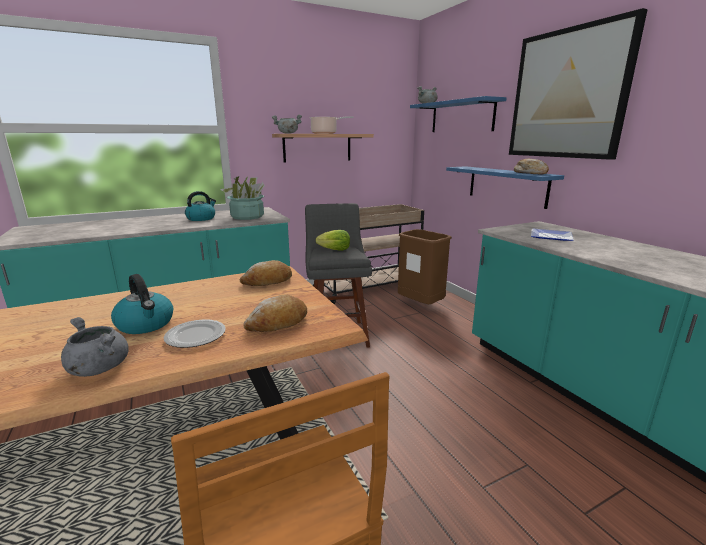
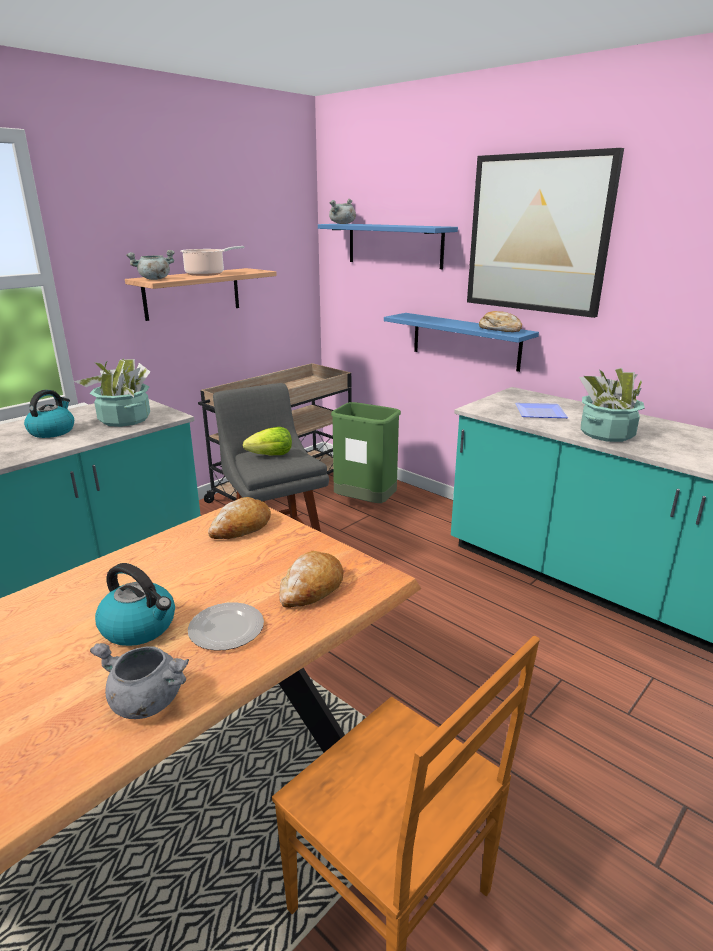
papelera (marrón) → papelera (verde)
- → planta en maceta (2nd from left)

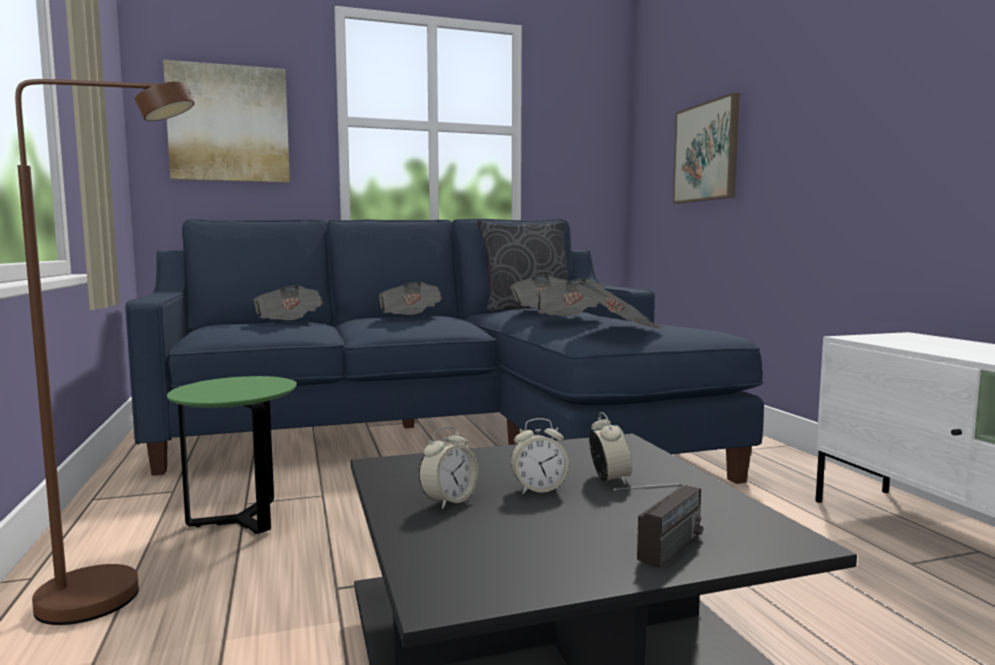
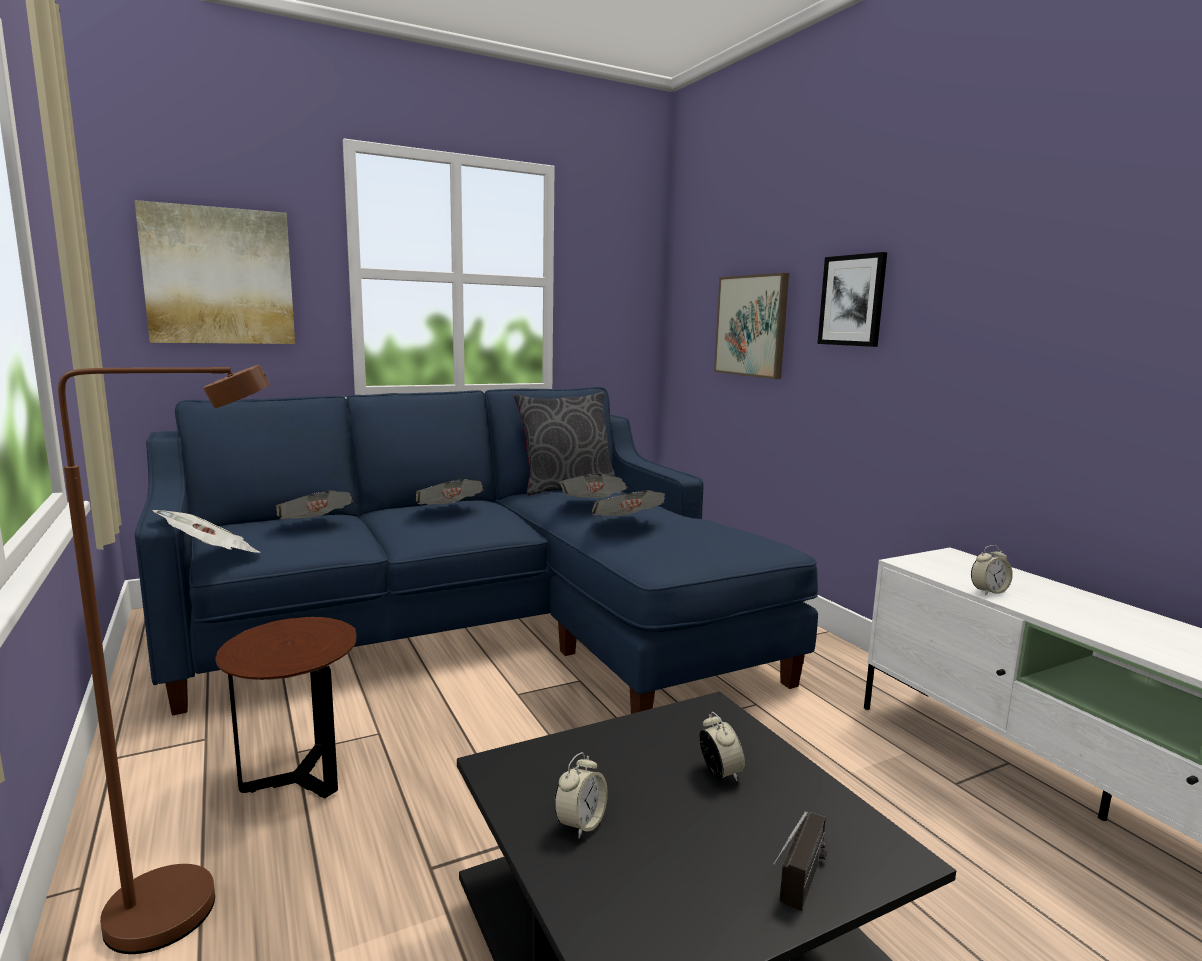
periódico (5th from left in the first image) → periódico (1st from left), move
mesa auxiliar (verde) → mesa auxiliar (marrón)
despertador (2nd from left in the first image) → despertador (3rd from left), move
- → cuadro (3rd from left)

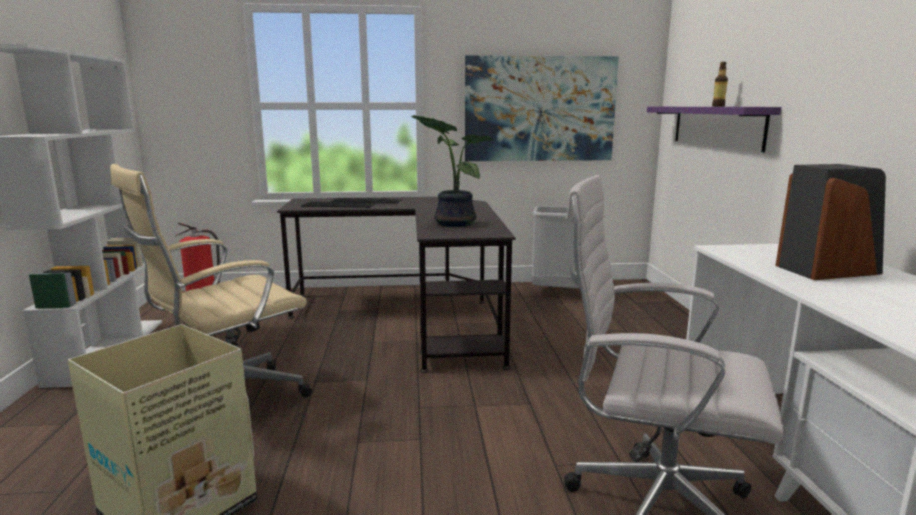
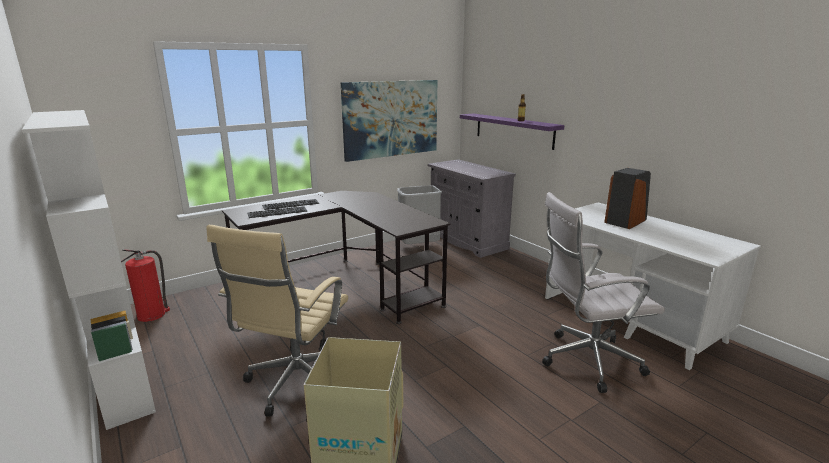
planta en maceta → -
- → armario (gris)

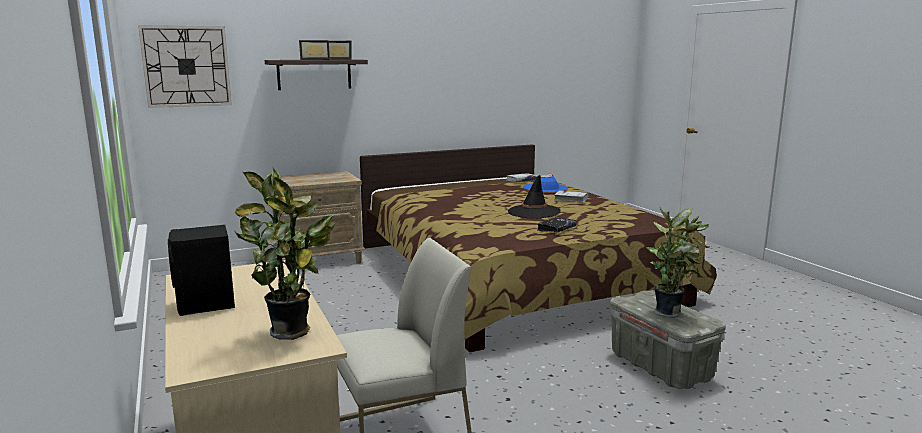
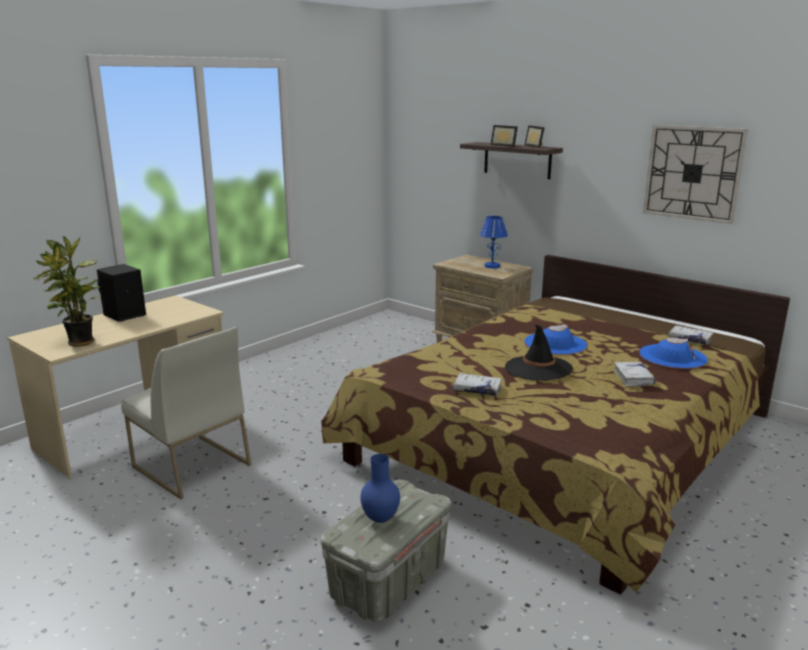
reloj de pared, move
planta en maceta (2nd from left) → florero (azul)
libro (negro) → libro (blanco) (1st from left)
- → lámpara de mesa (azul)
- → sombrero (azul) (1st from left)

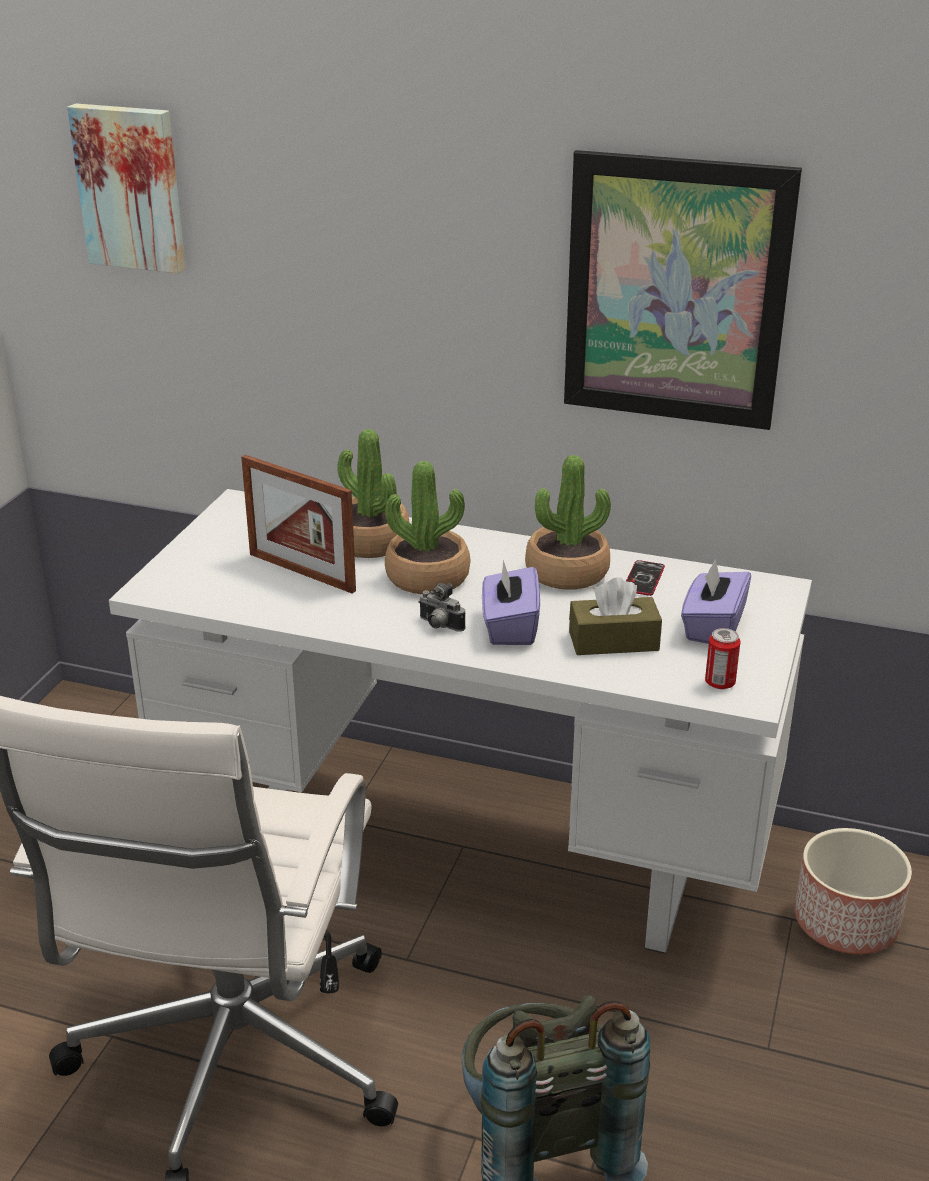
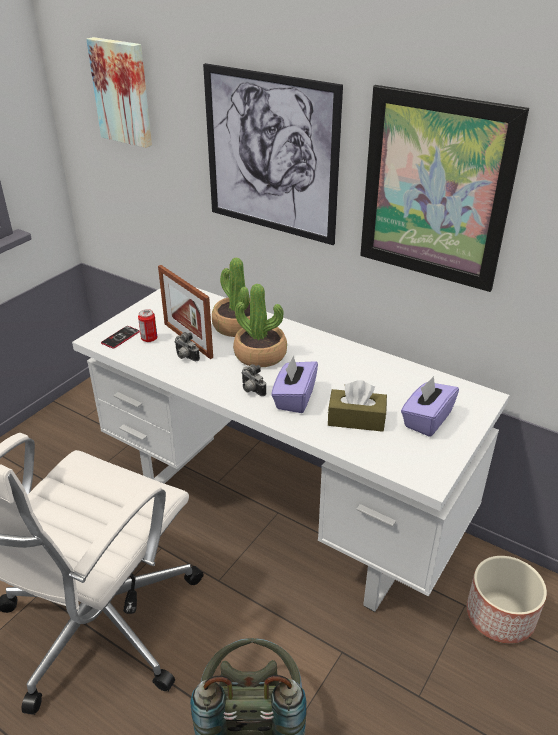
planta en maceta (3rd from left) → -
móvil, move
lata, move
- → cuadro (2nd from left)
- → cámara (1st from left)

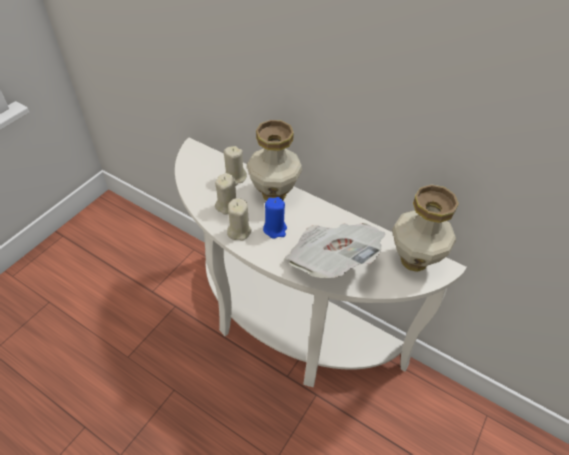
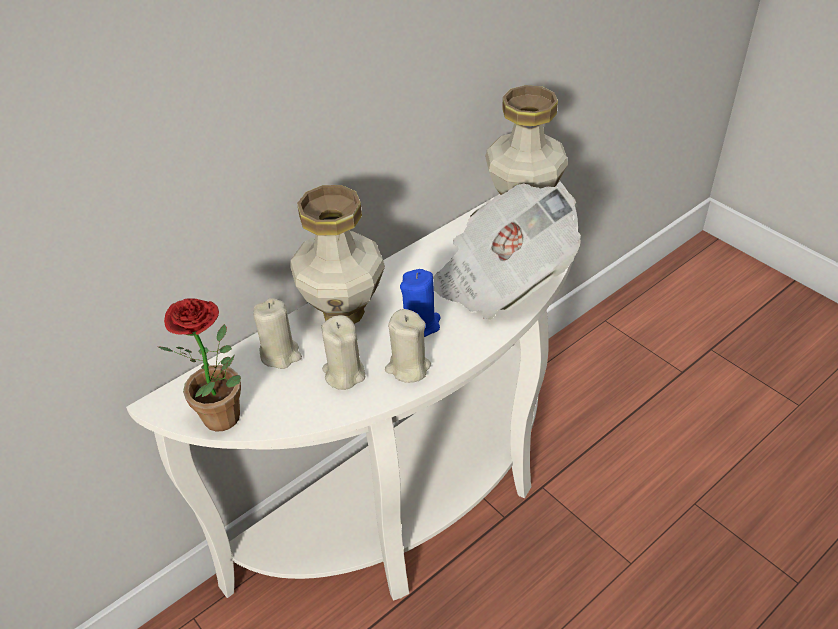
- → planta en maceta

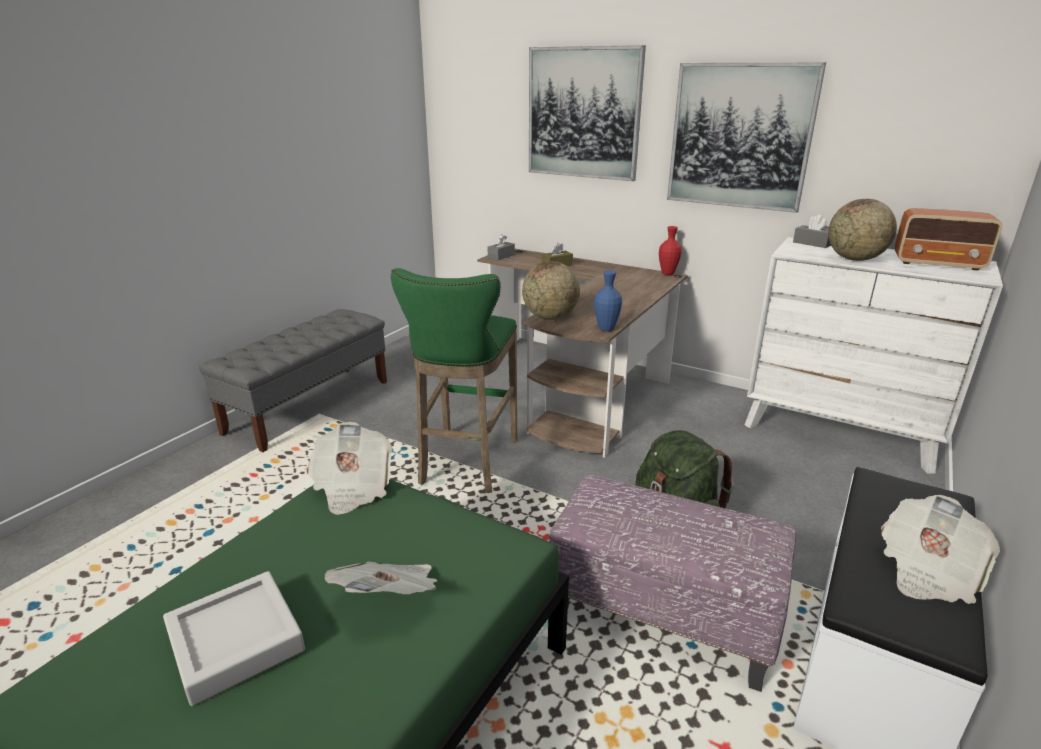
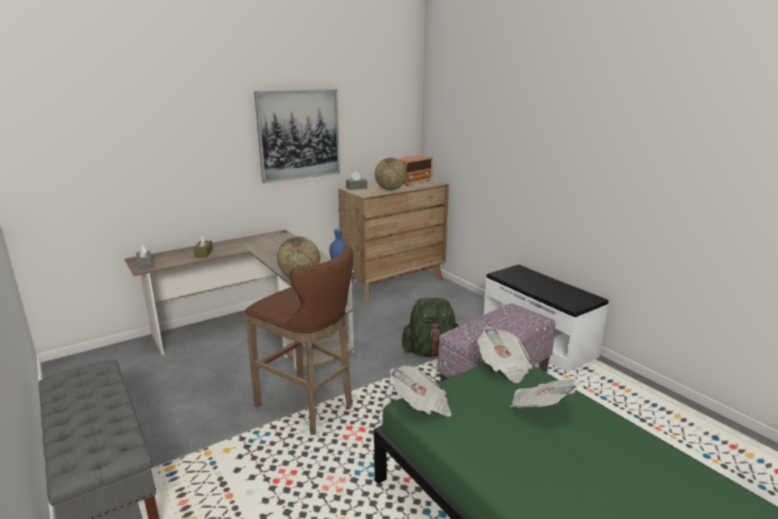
cuadro (1st from left) → -
florero (rojo) → -
cómoda (blanco) → cómoda (marrón)
taburete (verde) → taburete (marrón)
periódico (3rd from left in the first image) → periódico (2nd from left), move
bandeja (gris) → -

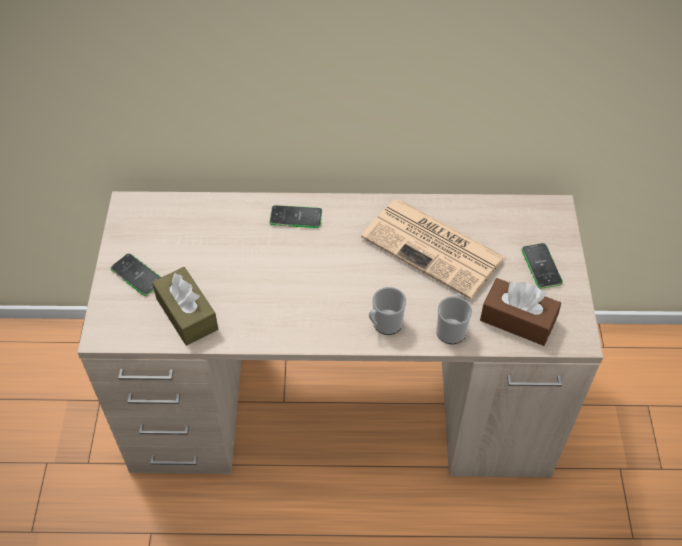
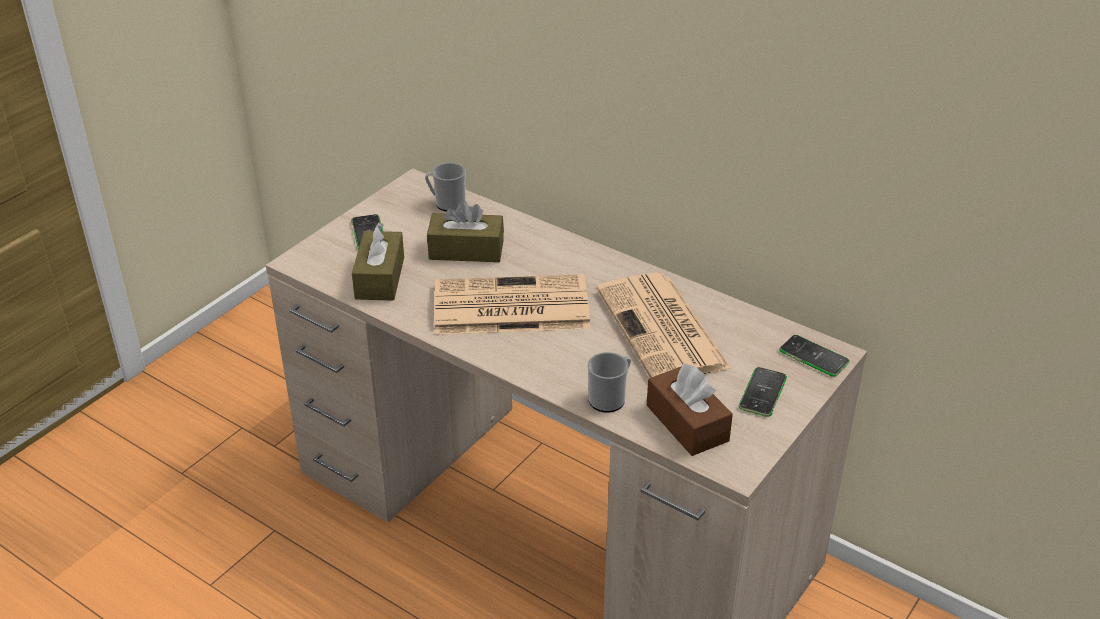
móvil (2nd from left in the first image) → móvil (3rd from left), move
taza grande (1st from left), move
- → caja de pañuelos (marrón) (2nd from left)
- → periódico (1st from left)

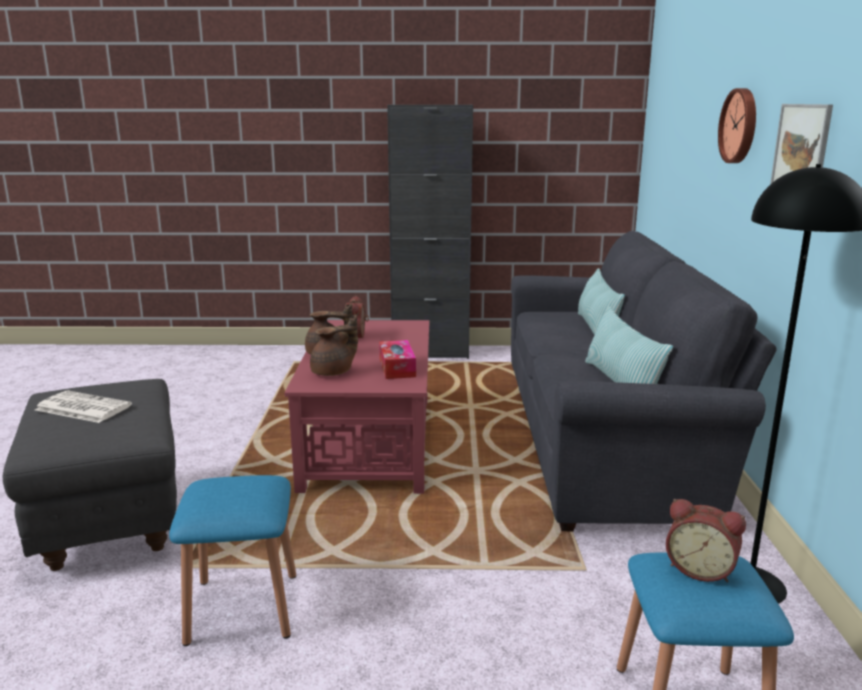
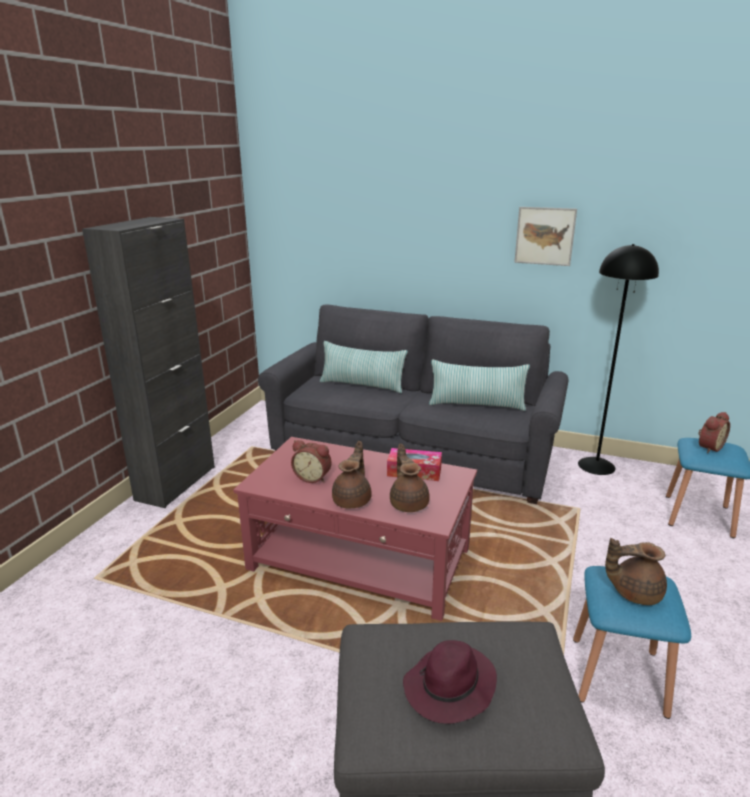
reloj de pared → -
periódico → sombrero (morado)
- → tetera (marrón) (3rd from left)

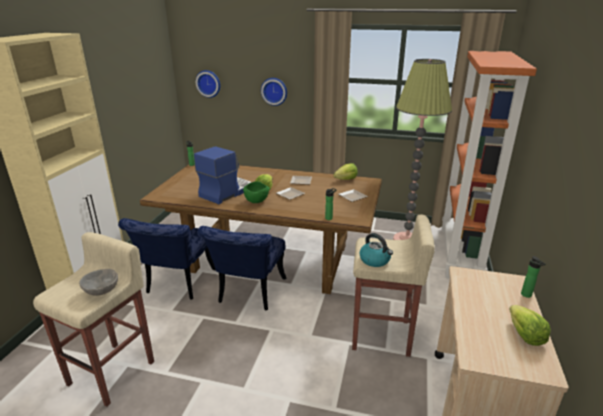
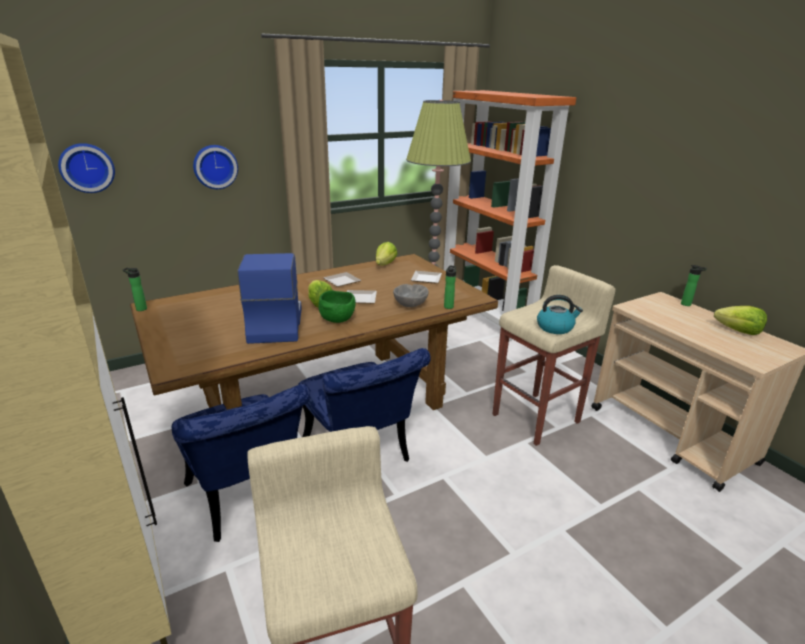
cuenco (gris), move

